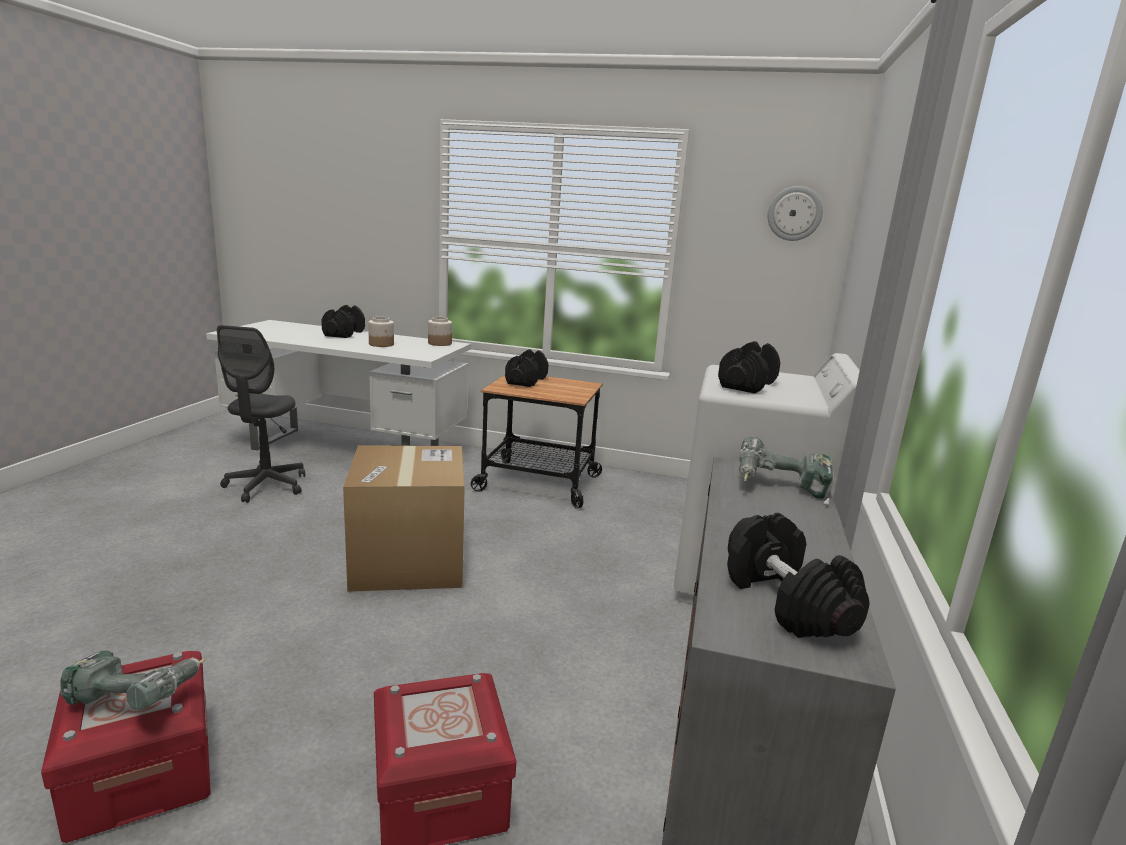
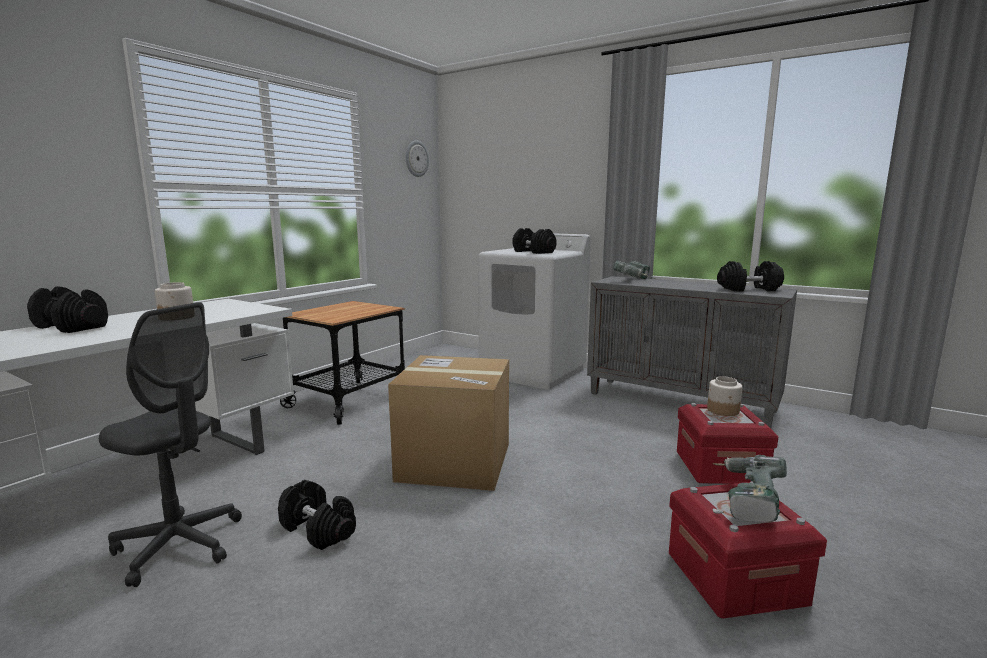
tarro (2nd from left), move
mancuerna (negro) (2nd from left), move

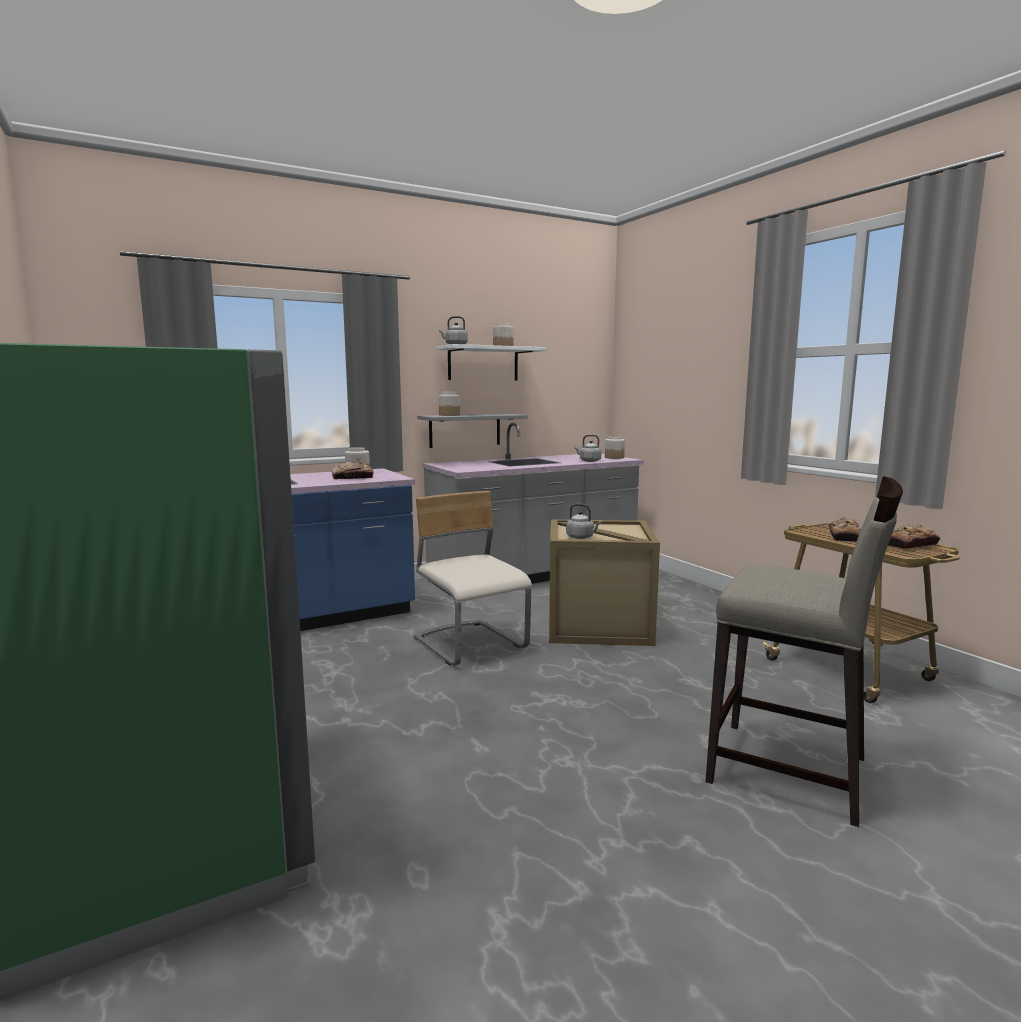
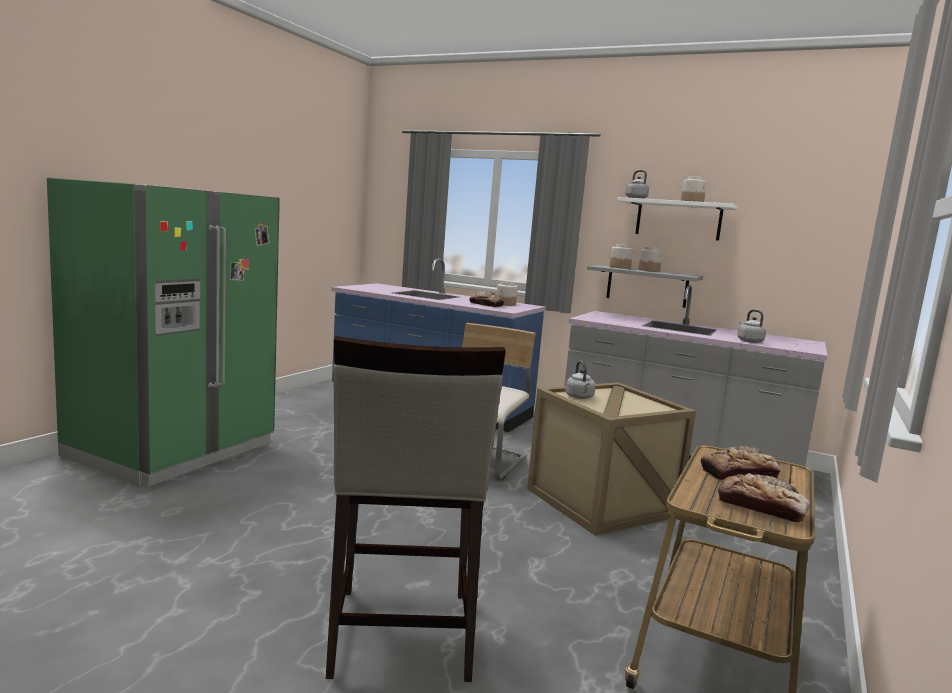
tarro (4th from left in the first image) → tarro (3rd from left), move

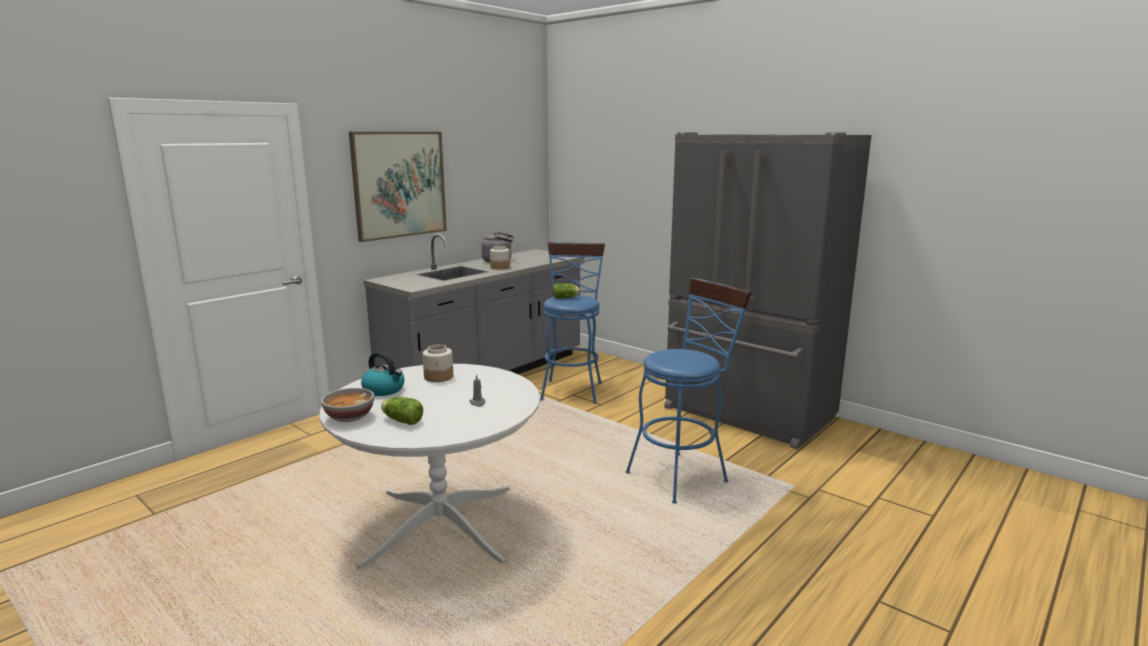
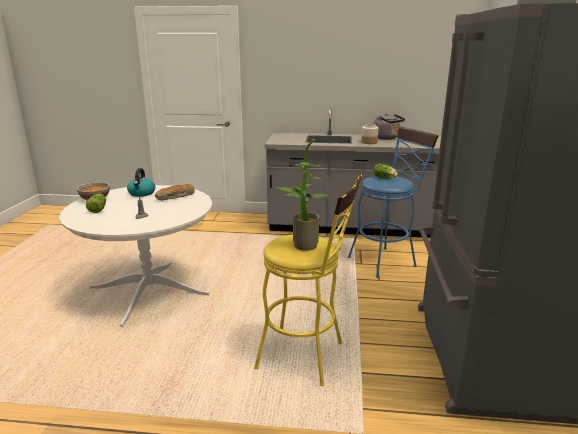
cuadro → -
taburete (azul) (2nd from left) → taburete (amarillo)
tarro (1st from left) → pan
- → planta en maceta

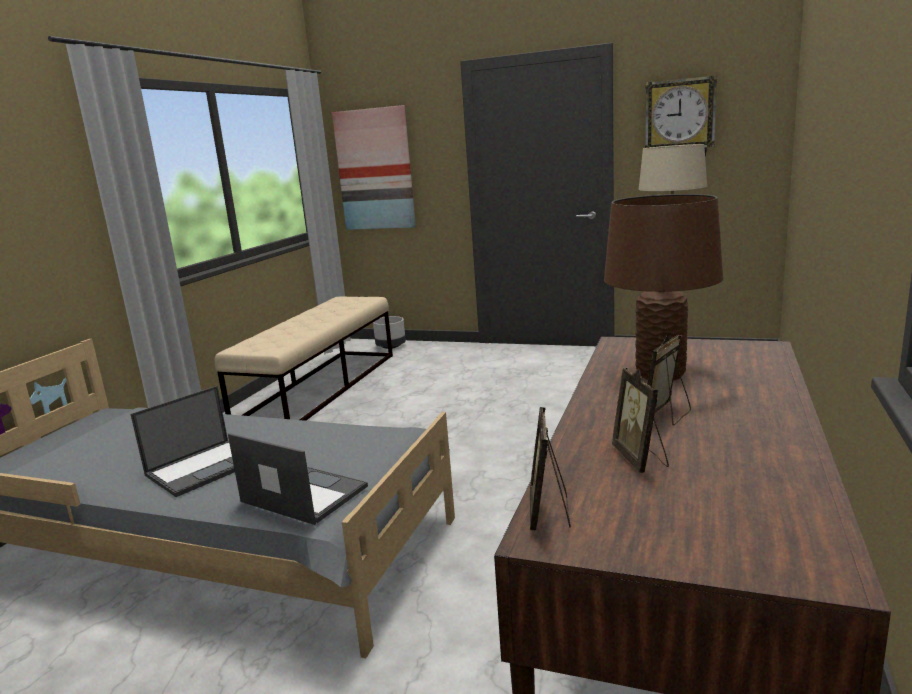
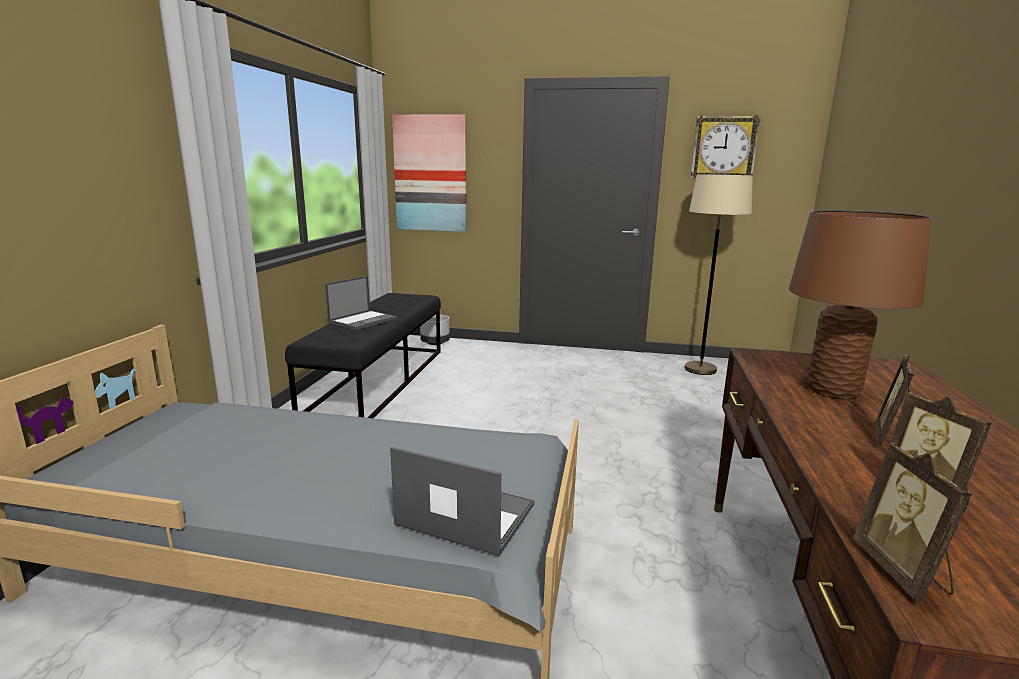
banco (beis) → banco (negro)
portátil (1st from left), move

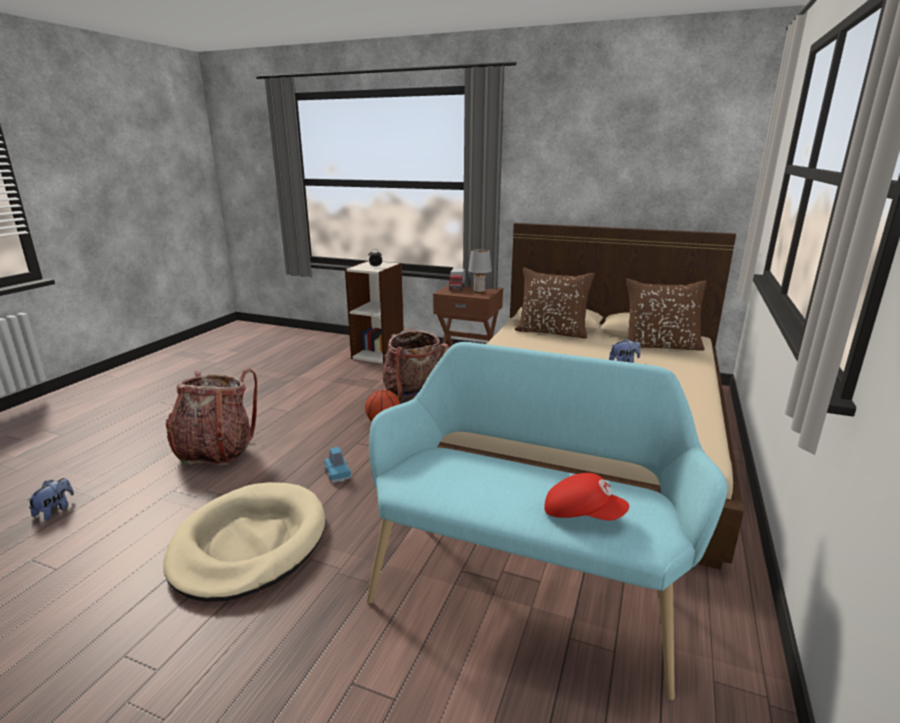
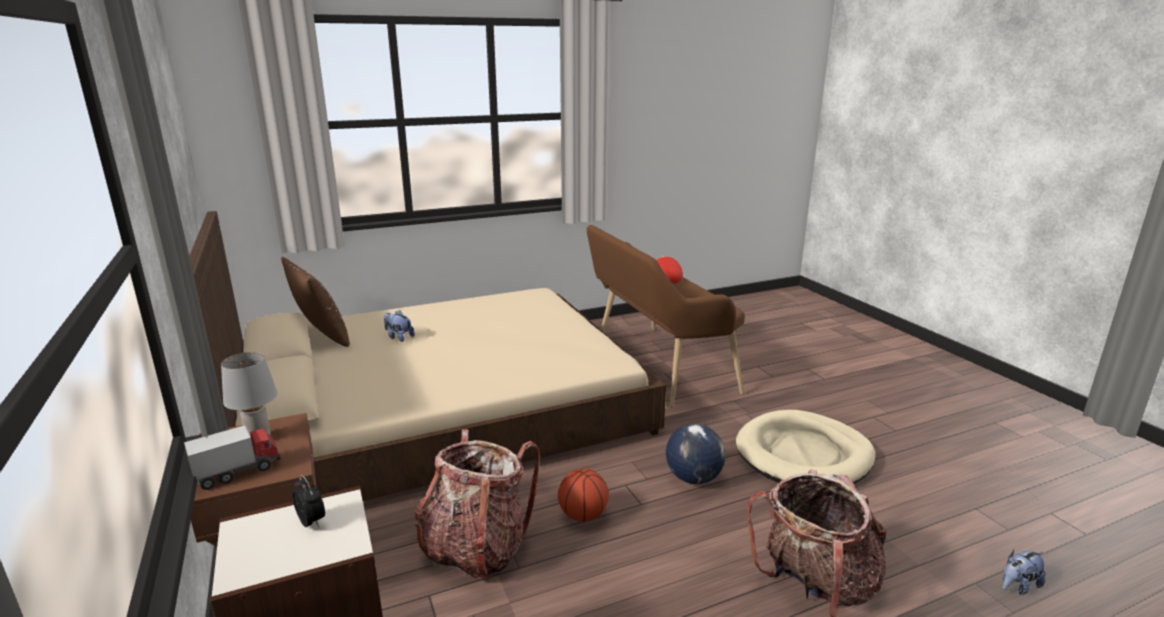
cojín (marrón) (1st from left) → -
banco (turquesa) → banco (marrón)
coche de juguete (azul) → globo terráqueo

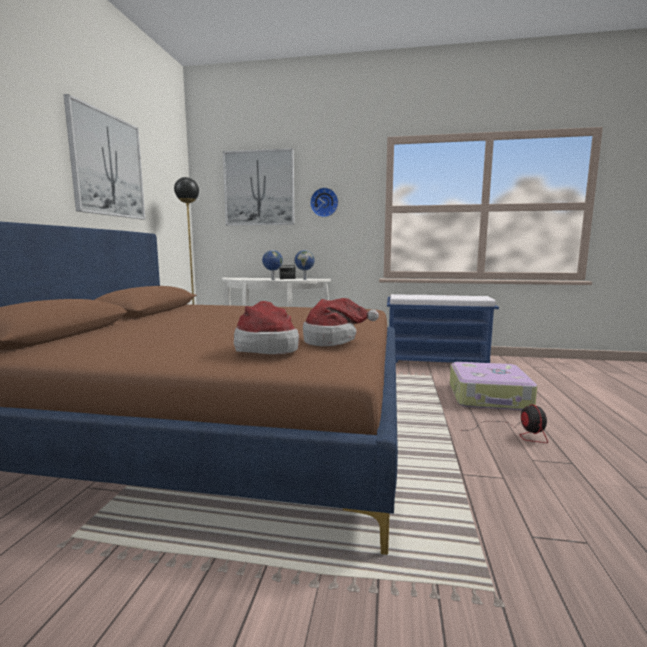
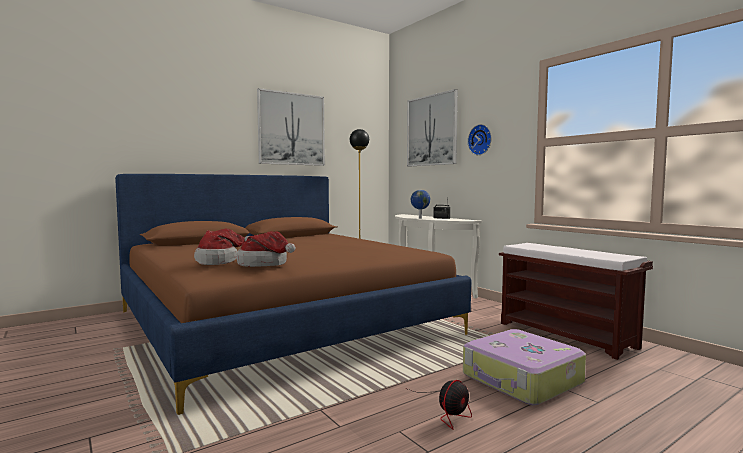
globo terráqueo (2nd from left) → -
banco (azul) → banco (marrón)

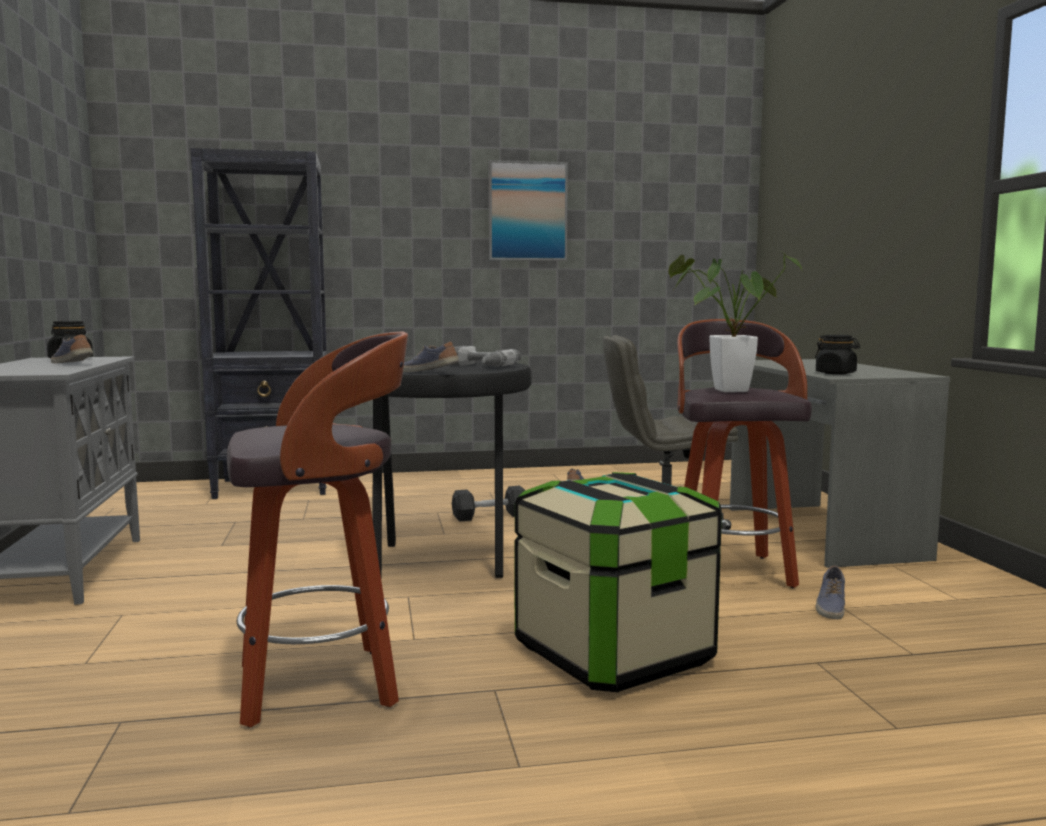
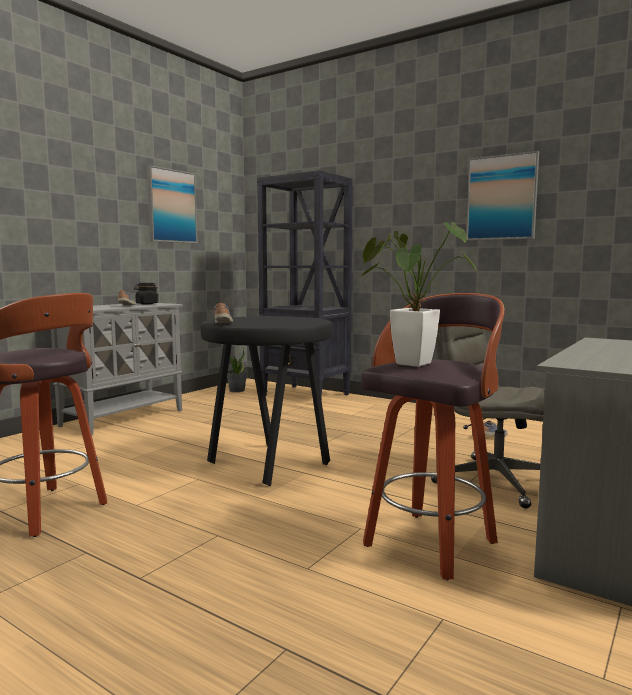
tarro (negro) (2nd from left) → -
taladro → -
caja de almacenaje → -
mancuerna (negro) → -
zapato (4th from left) → -
- → cuadro (1st from left)
- → planta en maceta (1st from left)

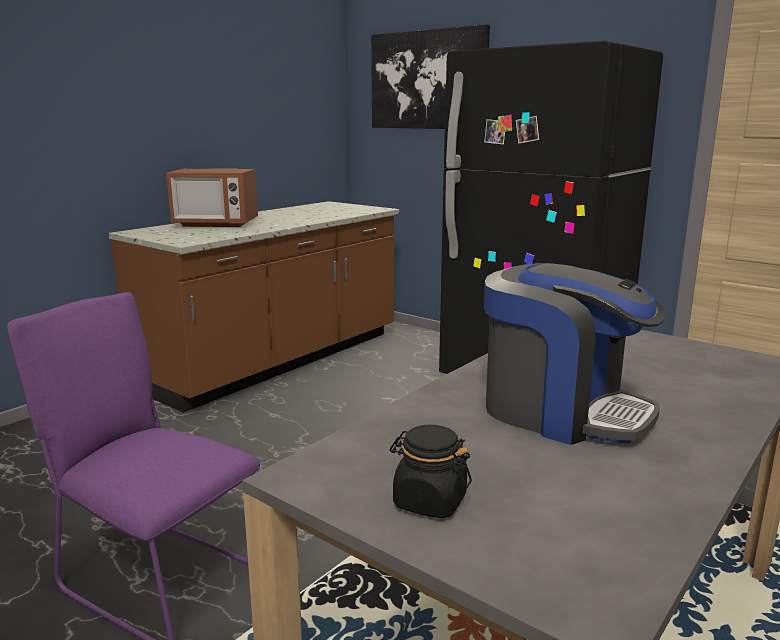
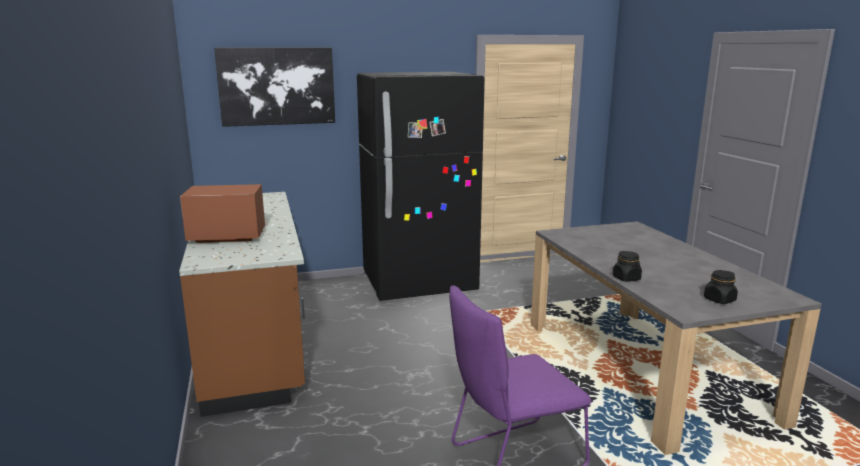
microondas, 135 degrees counterclockwise
cafetera → -
- → tarro (negro) (1st from left)

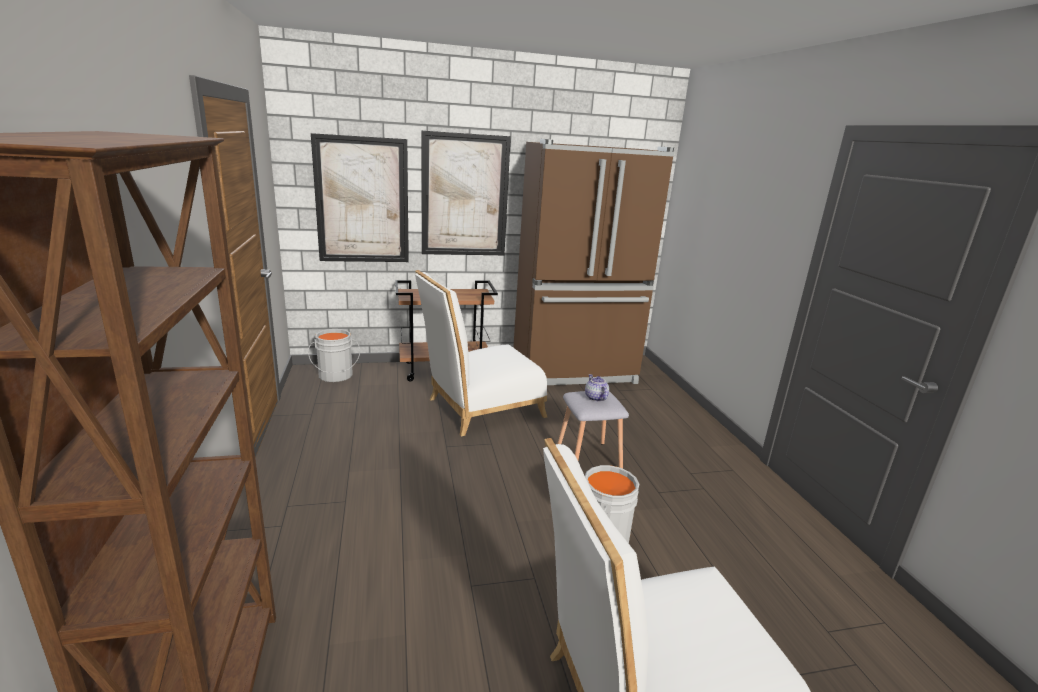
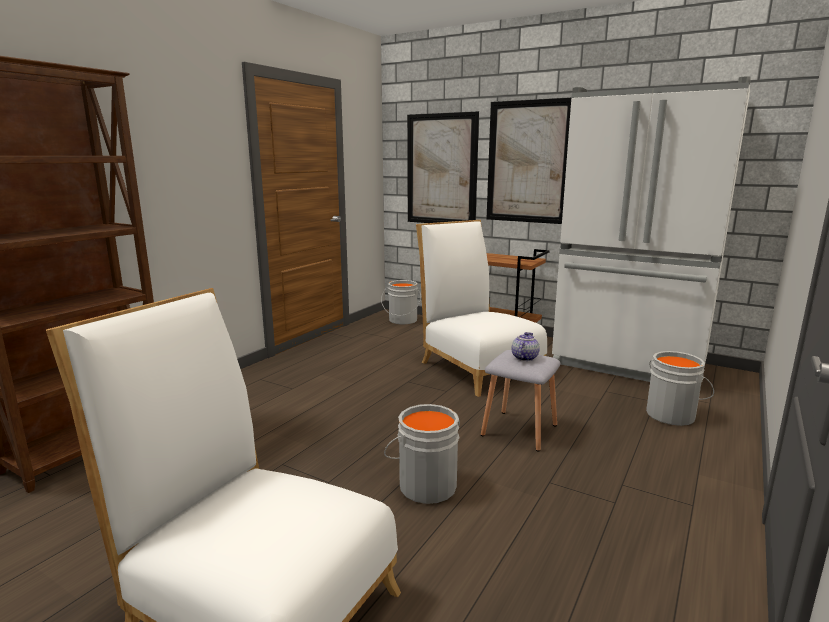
nevera (marrón) → nevera (blanco)
silla (blanco) (1st from left in the first image) → silla (blanco) (2nd from left), 45 degrees clockwise
- → cubo (gris) (3rd from left)

